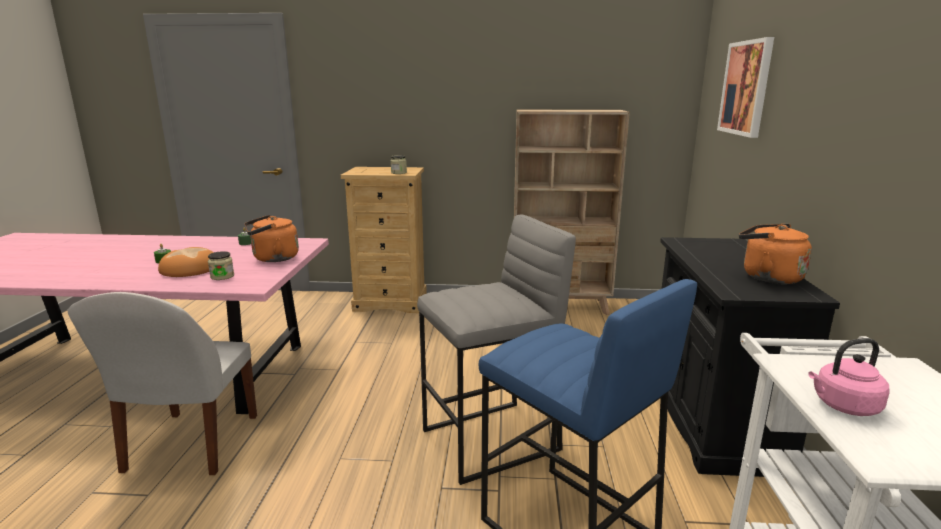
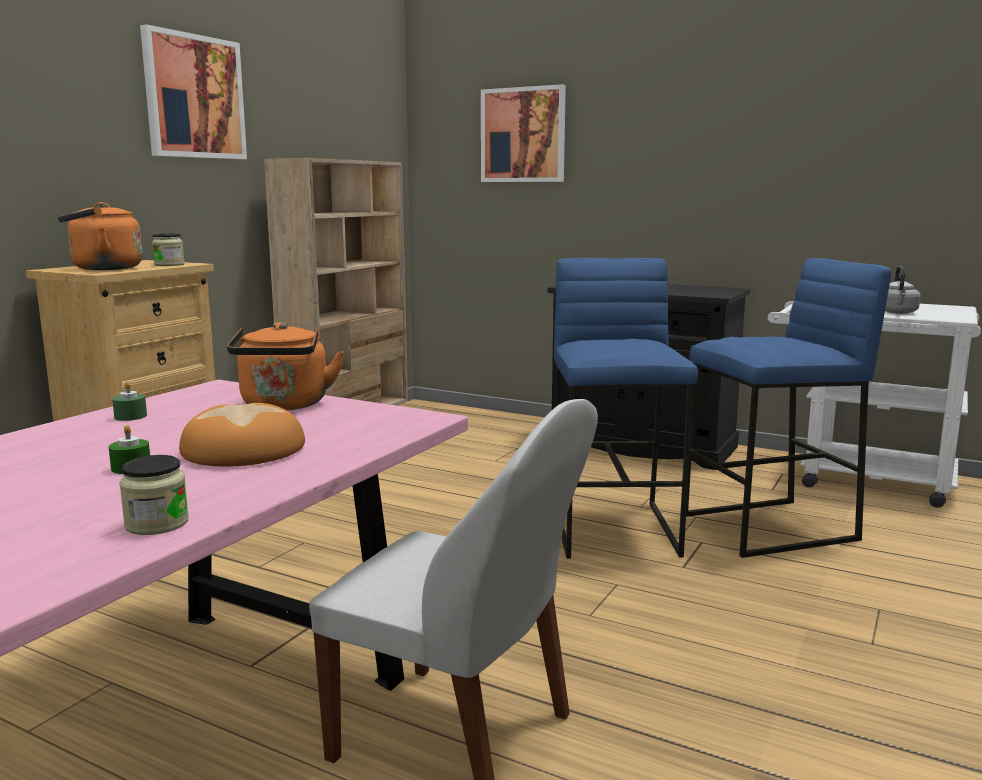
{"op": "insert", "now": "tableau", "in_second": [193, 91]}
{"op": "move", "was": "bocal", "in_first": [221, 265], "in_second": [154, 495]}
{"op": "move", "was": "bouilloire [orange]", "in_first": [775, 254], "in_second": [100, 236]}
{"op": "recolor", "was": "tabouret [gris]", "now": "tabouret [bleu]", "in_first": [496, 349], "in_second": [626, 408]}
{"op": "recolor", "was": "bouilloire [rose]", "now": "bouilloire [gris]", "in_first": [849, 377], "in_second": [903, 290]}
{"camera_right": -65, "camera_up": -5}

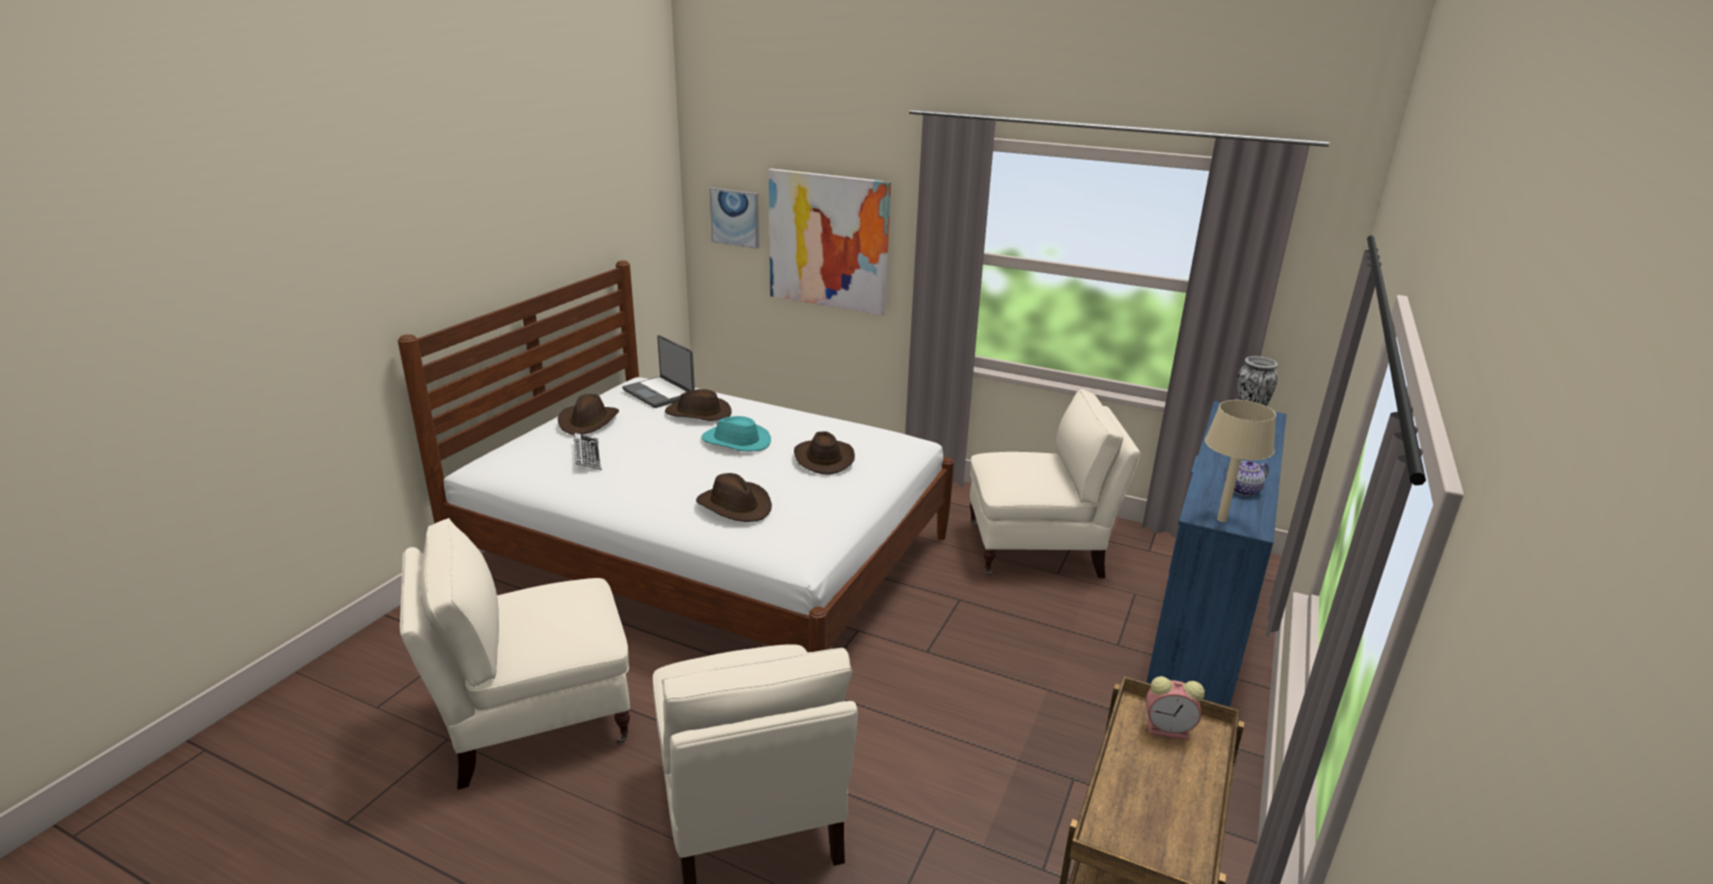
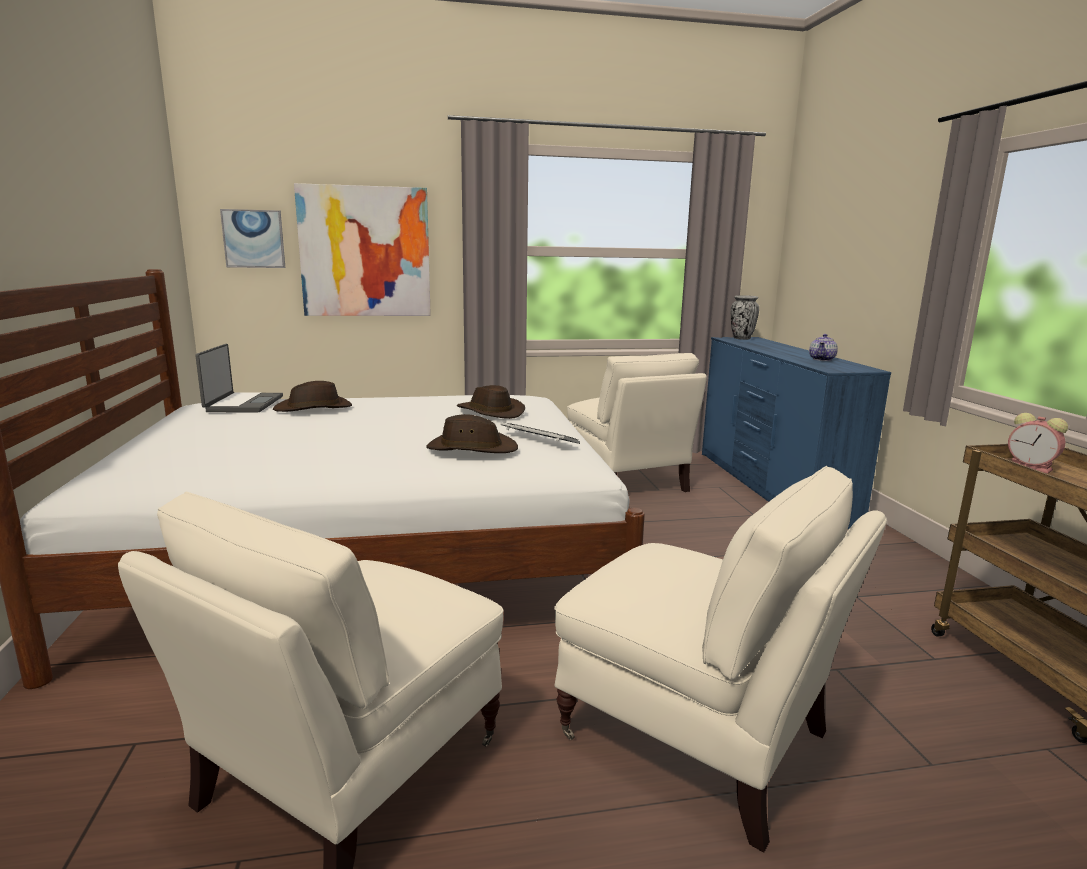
{"op": "delete", "was": "chapeau [marron]", "in_first": [588, 414]}
{"op": "delete", "was": "chapeau [turquoise]", "in_first": [736, 433]}
{"op": "delete", "was": "lampe de table [beige]", "in_first": [1240, 461]}
{"op": "move", "was": "clavier", "in_first": [588, 451], "in_second": [540, 433]}
{"op": "rotate", "was": "ordinateur portable", "in_first": [658, 371], "in_second": [239, 378], "clockwise": -105}
{"op": "rotate", "was": "fauteuil [beige]", "in_first": [1055, 483], "in_second": [637, 422], "clockwise": 105}
{"op": "rotate", "was": "réveil", "in_first": [1175, 708], "in_second": [1038, 443], "clockwise": 75}
{"camera_right": -35, "camera_up": -10}

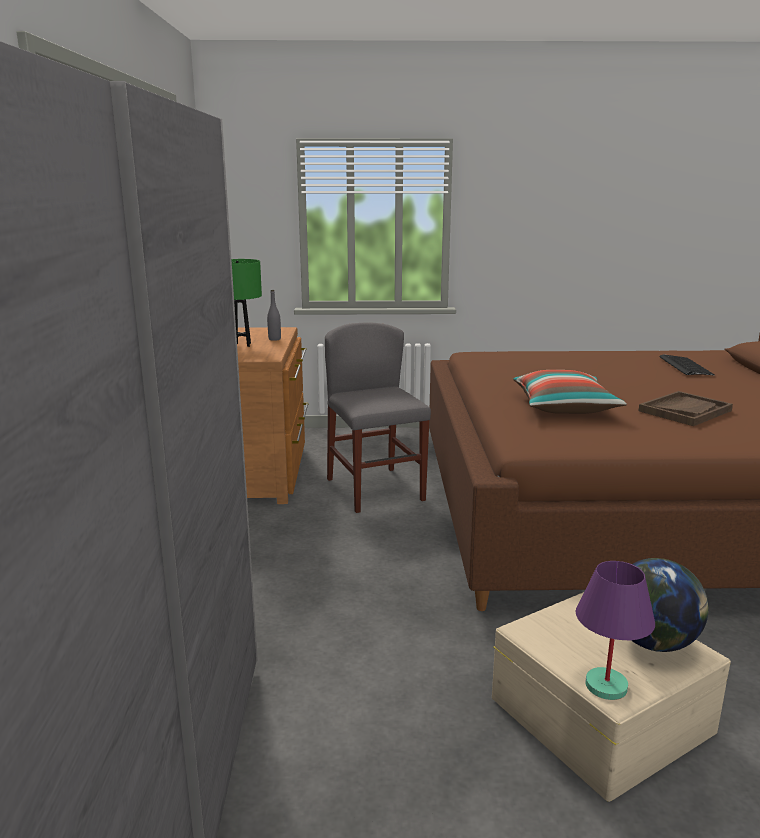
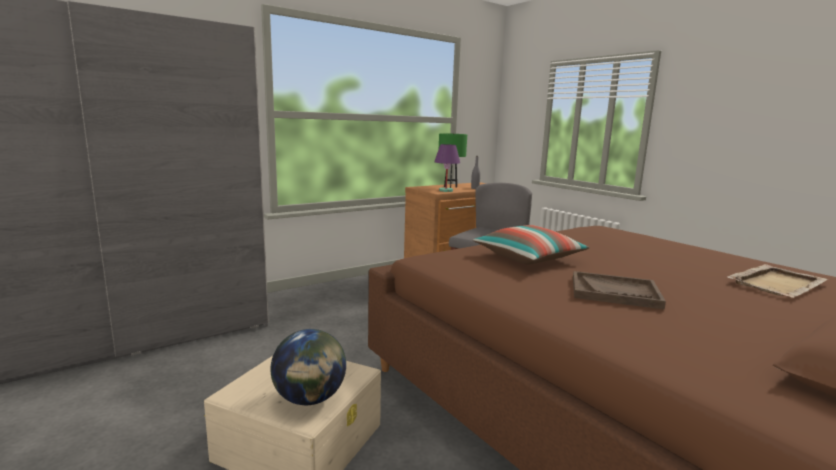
{"op": "move", "was": "lampe de table [violet]", "in_first": [615, 630], "in_second": [447, 168]}
{"op": "replace", "was": "clavier", "now": "plateau [beige]", "in_first": [687, 365], "in_second": [778, 281]}
{"camera_right": 55, "camera_up": -5}

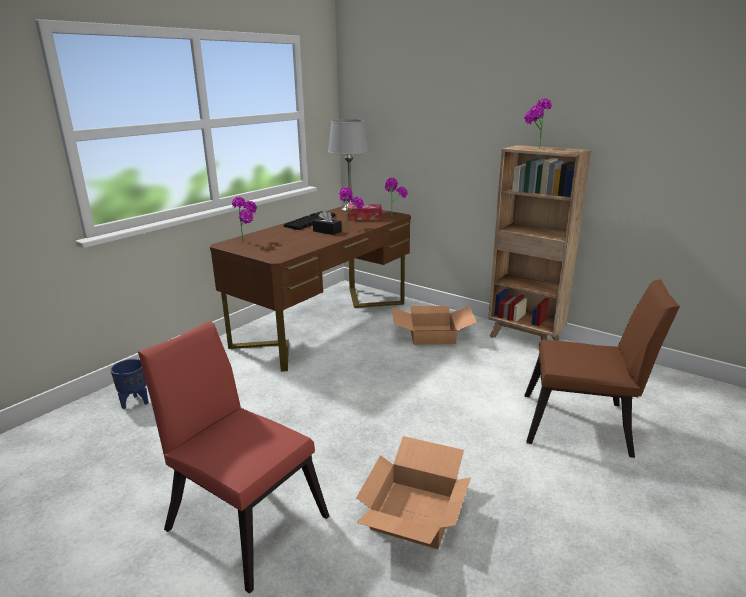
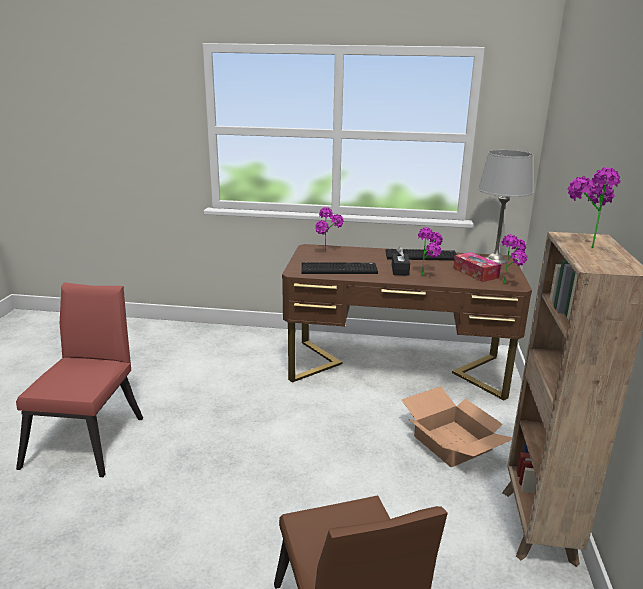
{"op": "delete", "was": "cache-pot [bleu]", "in_first": [130, 384]}
{"op": "delete", "was": "carton", "in_first": [413, 492]}
{"op": "insert", "now": "clavier", "in_second": [339, 268]}
{"camera_right": 60, "camera_up": 0}

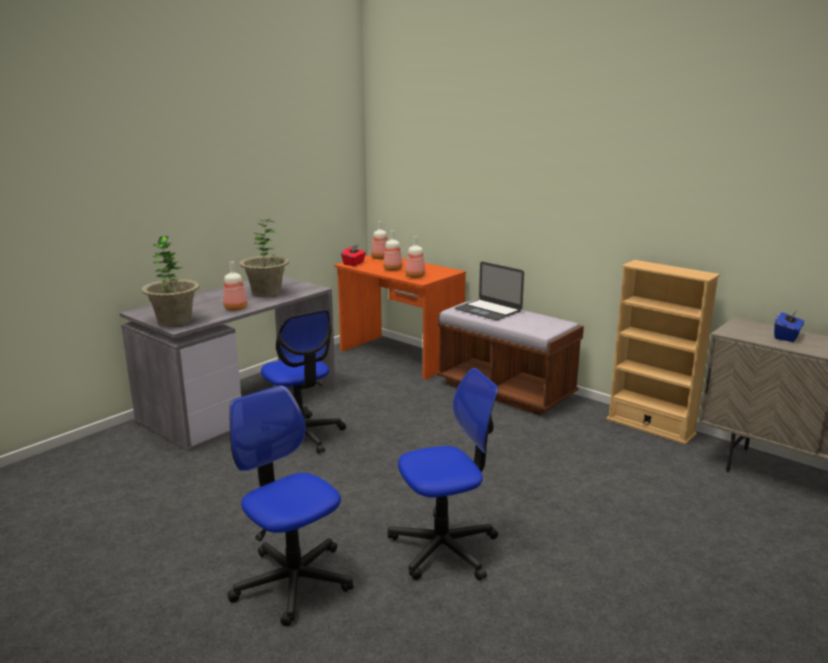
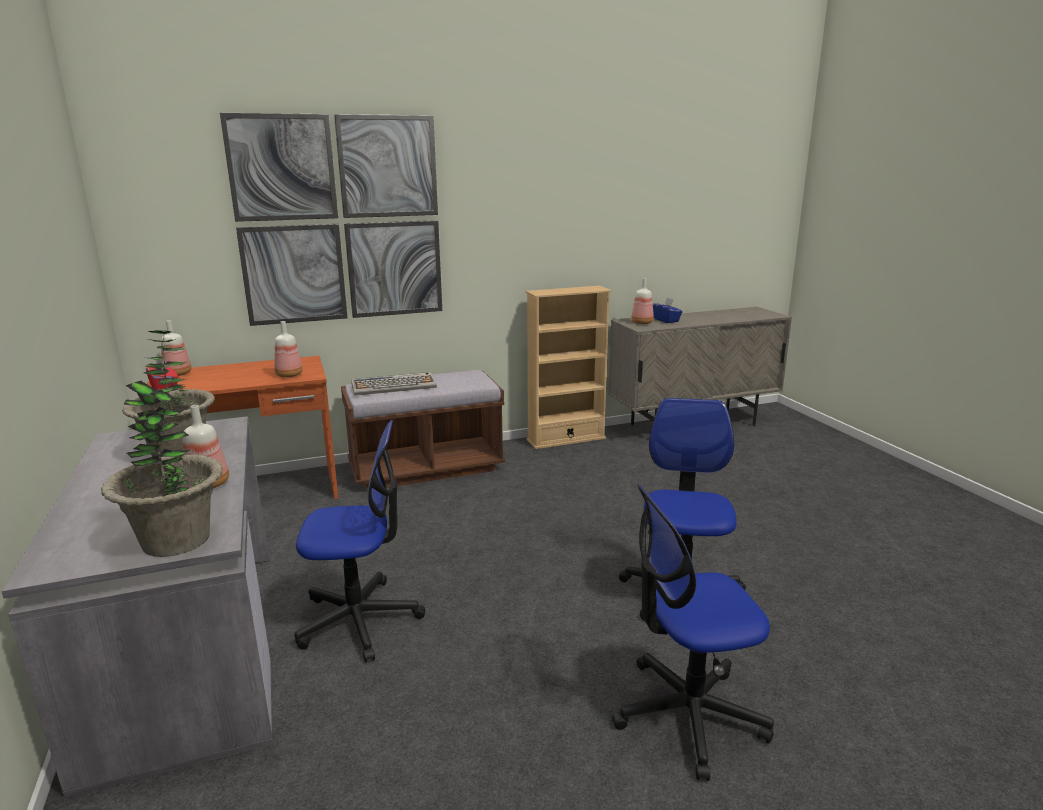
{"op": "insert", "now": "tableau", "in_second": [331, 219]}
{"op": "move", "was": "bouteille", "in_first": [393, 250], "in_second": [643, 301]}
{"op": "replace", "was": "ordinateur portable", "now": "clavier", "in_first": [489, 291], "in_second": [394, 384]}
{"camera_right": -60, "camera_up": 0}

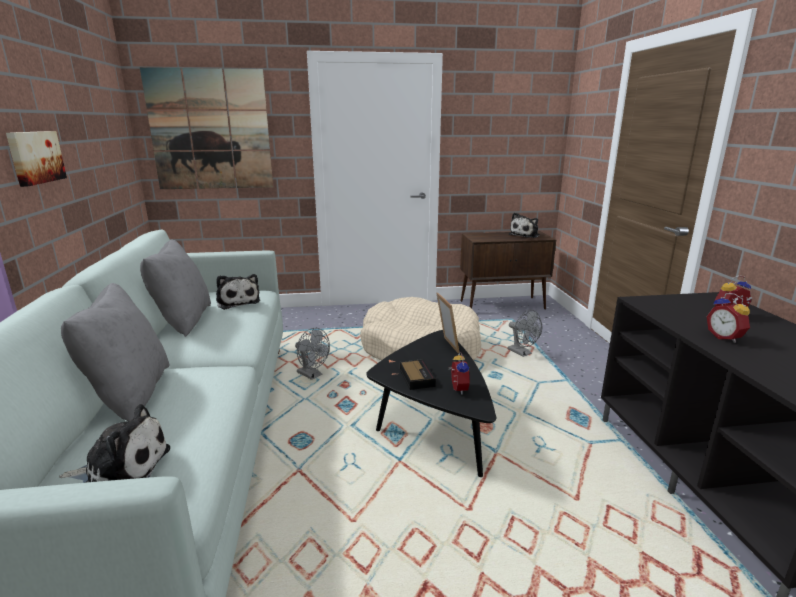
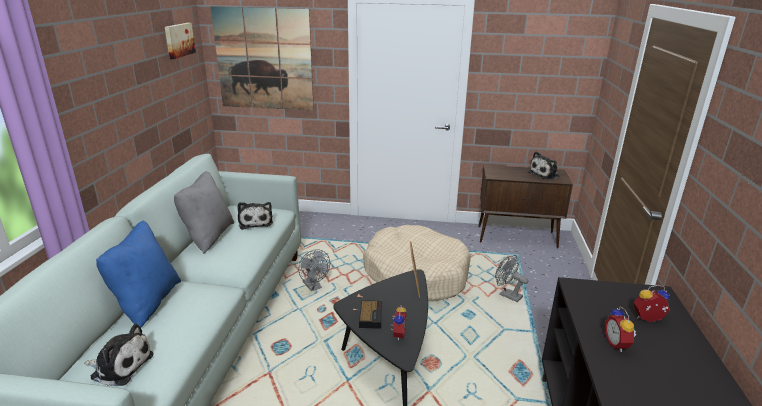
{"op": "move", "was": "tableau", "in_first": [36, 159], "in_second": [180, 41]}
{"op": "recolor", "was": "coussin [gris]", "now": "coussin [bleu]", "in_first": [115, 352], "in_second": [138, 274]}
{"op": "rotate", "was": "ventilateur [gris]", "in_first": [525, 333], "in_second": [511, 278], "clockwise": 150}
{"camera_right": 15, "camera_up": 5}

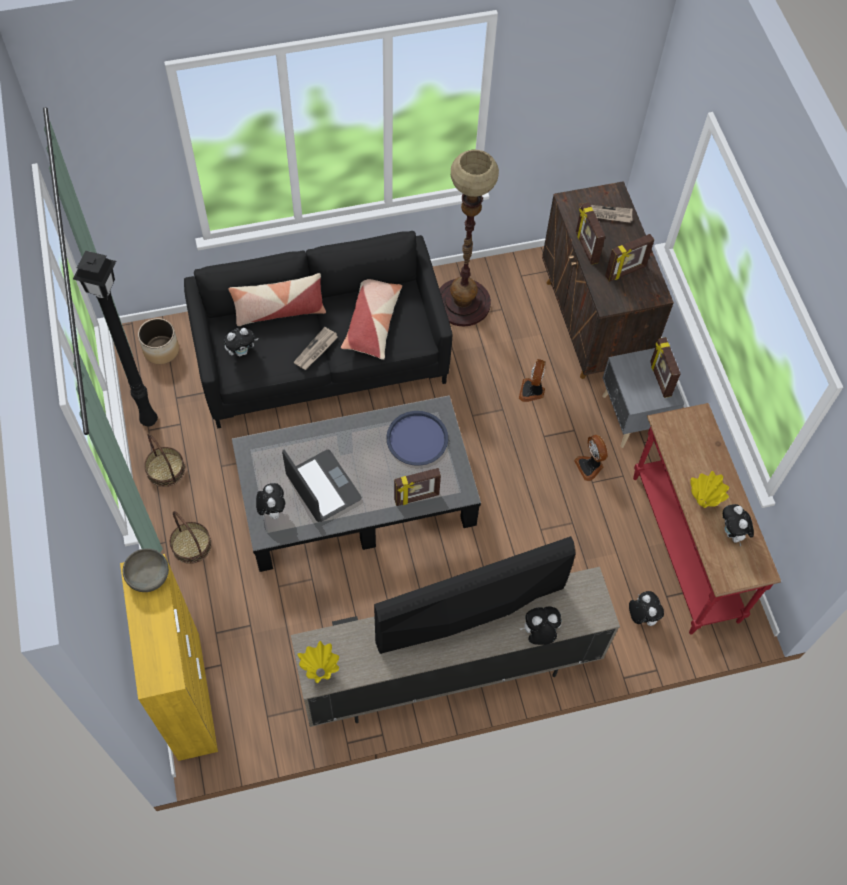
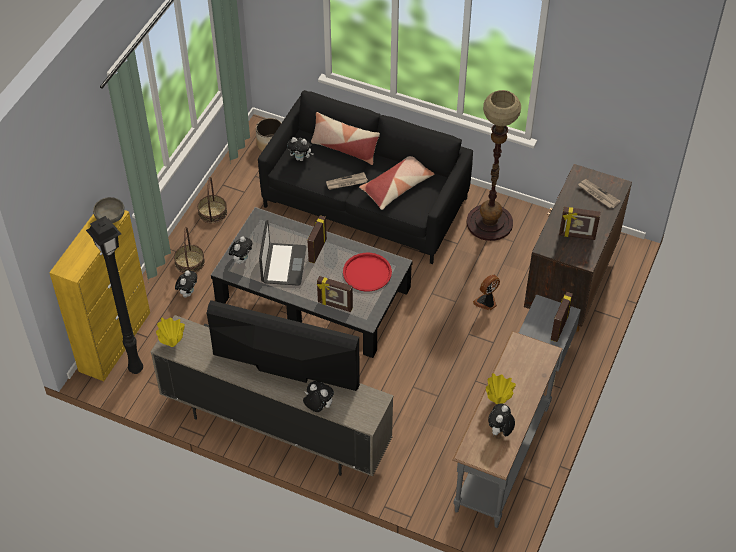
{"op": "delete", "was": "ventilateur", "in_first": [591, 458]}
{"op": "move", "was": "lampadaire [noir]", "in_first": [115, 339], "in_second": [114, 295]}
{"op": "move", "was": "cadre photo", "in_first": [590, 233], "in_second": [317, 239]}
{"op": "move", "was": "peluche", "in_first": [646, 608], "in_second": [186, 284]}
{"op": "recolor", "was": "plateau [bleu]", "now": "plateau [rouge]", "in_first": [417, 438], "in_second": [367, 272]}
{"op": "recolor", "was": "table console [rouge]", "now": "table console [gris]", "in_first": [707, 518], "in_second": [508, 429]}
{"camera_right": 40, "camera_up": -10}

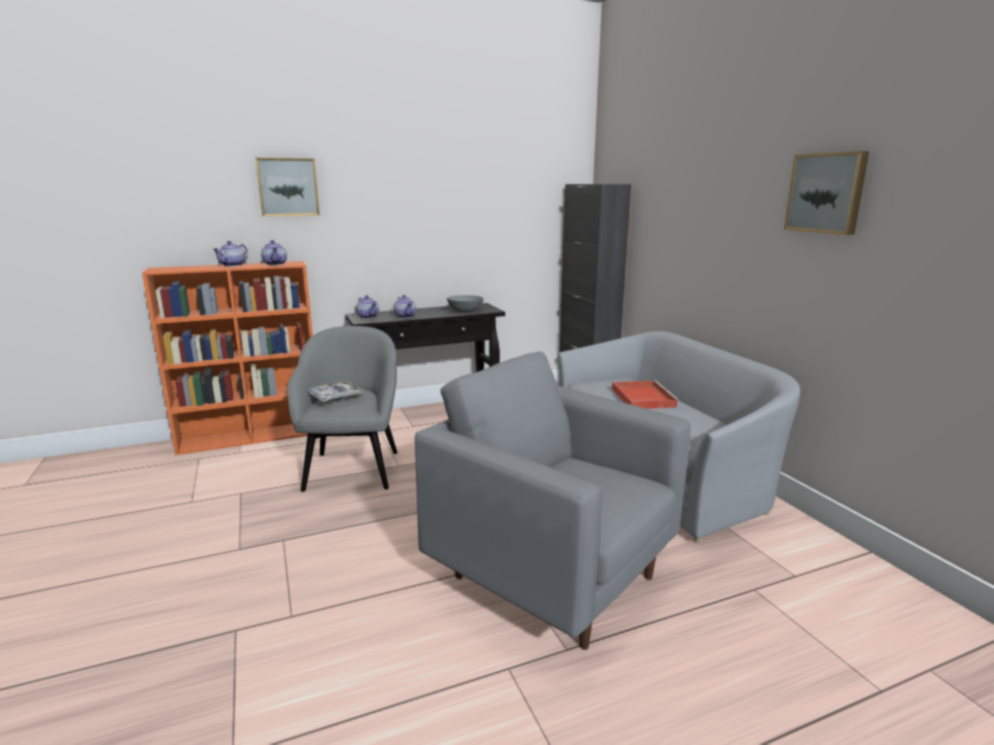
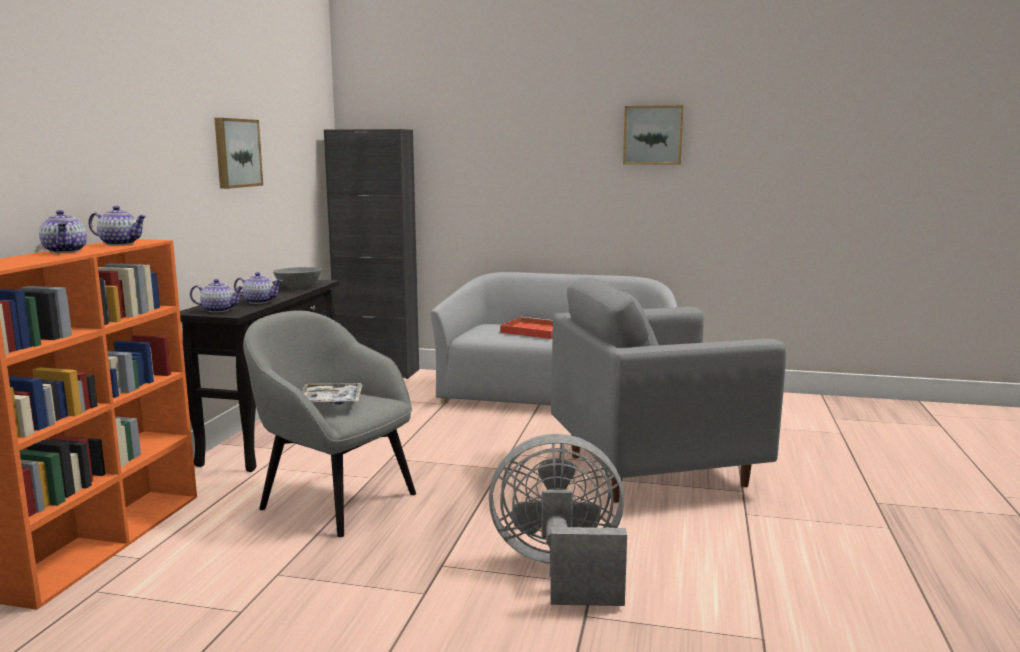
{"op": "insert", "now": "ventilateur [gris]", "in_second": [558, 520]}
{"op": "move", "was": "tableau", "in_first": [288, 187], "in_second": [238, 153]}
{"camera_right": -55, "camera_up": -5}

